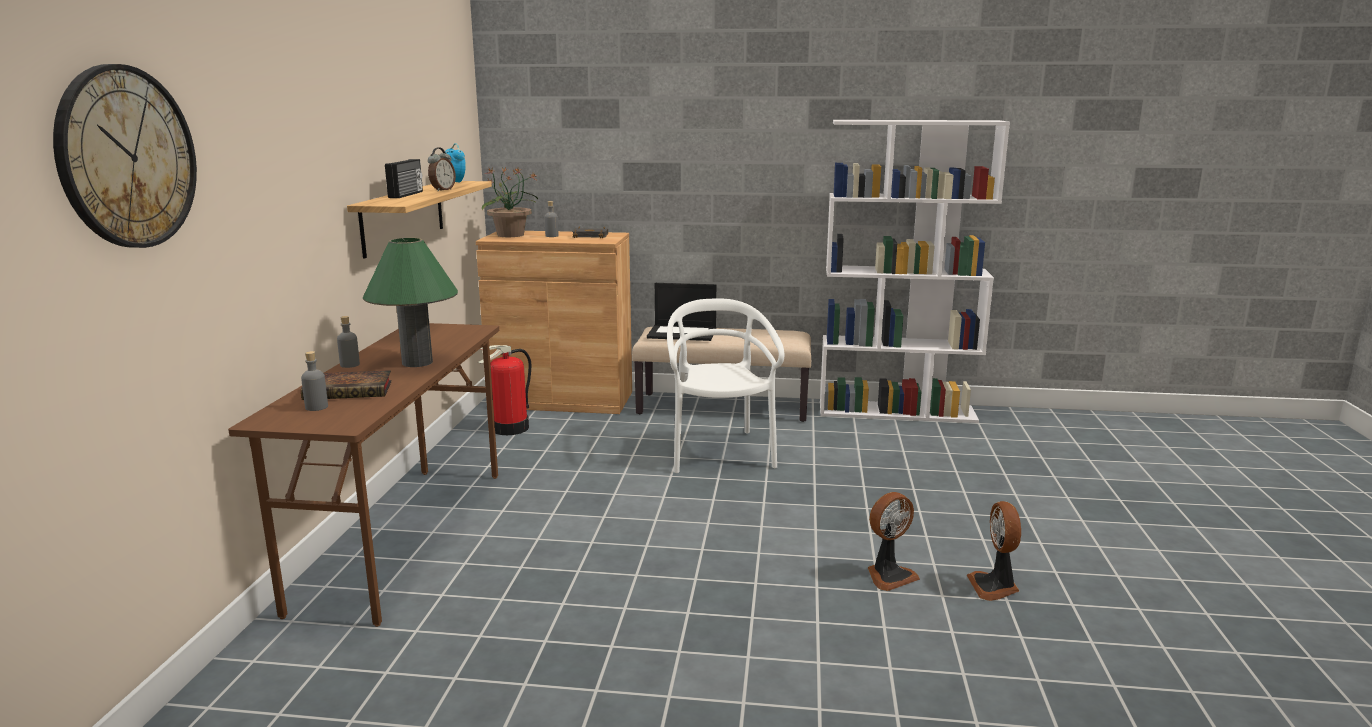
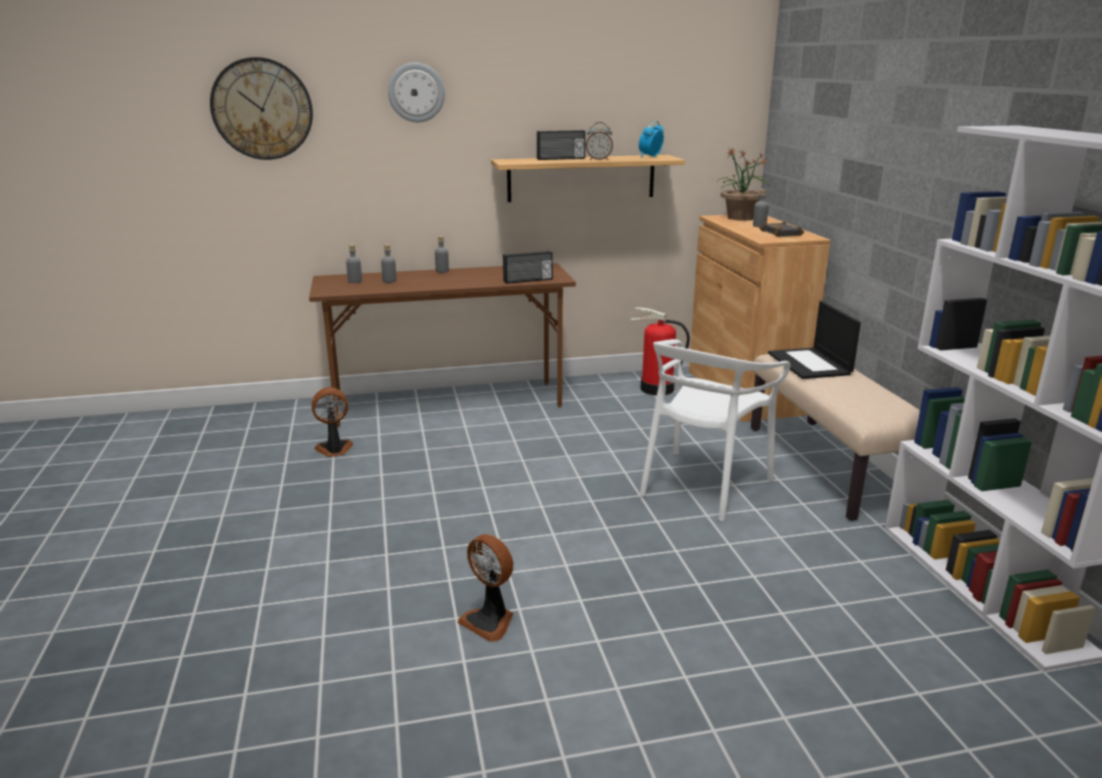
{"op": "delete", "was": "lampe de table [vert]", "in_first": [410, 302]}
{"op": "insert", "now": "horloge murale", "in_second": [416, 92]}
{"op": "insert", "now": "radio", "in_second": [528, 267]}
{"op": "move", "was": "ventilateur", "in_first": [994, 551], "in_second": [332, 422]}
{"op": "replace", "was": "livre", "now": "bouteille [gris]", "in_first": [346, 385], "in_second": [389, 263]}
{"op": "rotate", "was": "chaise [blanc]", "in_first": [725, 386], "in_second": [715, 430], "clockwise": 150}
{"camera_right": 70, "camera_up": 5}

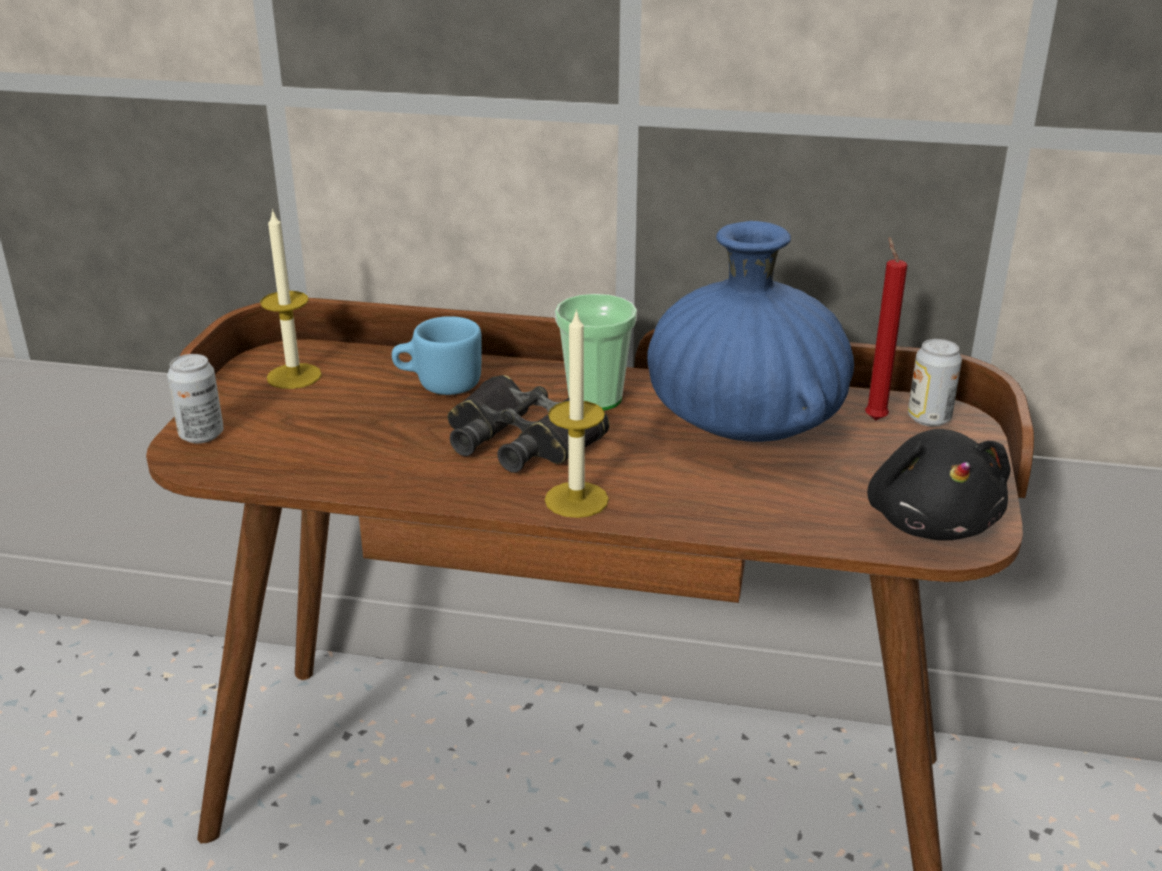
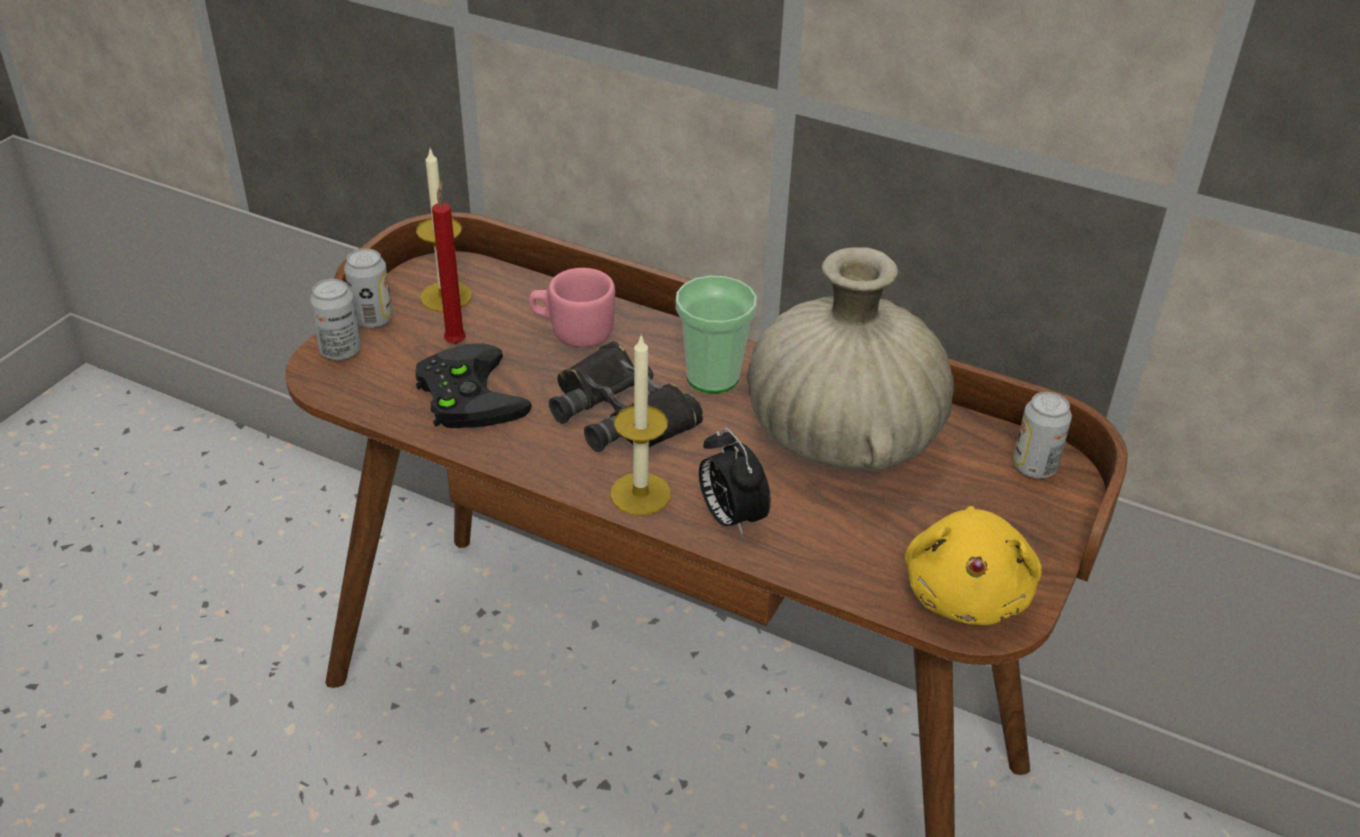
{"op": "insert", "now": "boîte métallique", "in_second": [368, 288]}
{"op": "insert", "now": "manette [noir]", "in_second": [474, 385]}
{"op": "insert", "now": "réveil", "in_second": [735, 482]}
{"op": "move", "was": "bougie [rouge]", "in_first": [886, 328], "in_second": [449, 262]}
{"op": "recolor", "was": "mug [bleu]", "now": "mug [rose]", "in_first": [437, 355], "in_second": [572, 308]}
{"op": "recolor", "was": "vase [bleu]", "now": "vase [beige]", "in_first": [750, 331], "in_second": [850, 359]}
{"op": "recolor", "was": "peluche [noir]", "now": "peluche [jaune]", "in_first": [939, 484], "in_second": [973, 565]}
{"camera_right": 15, "camera_up": 10}

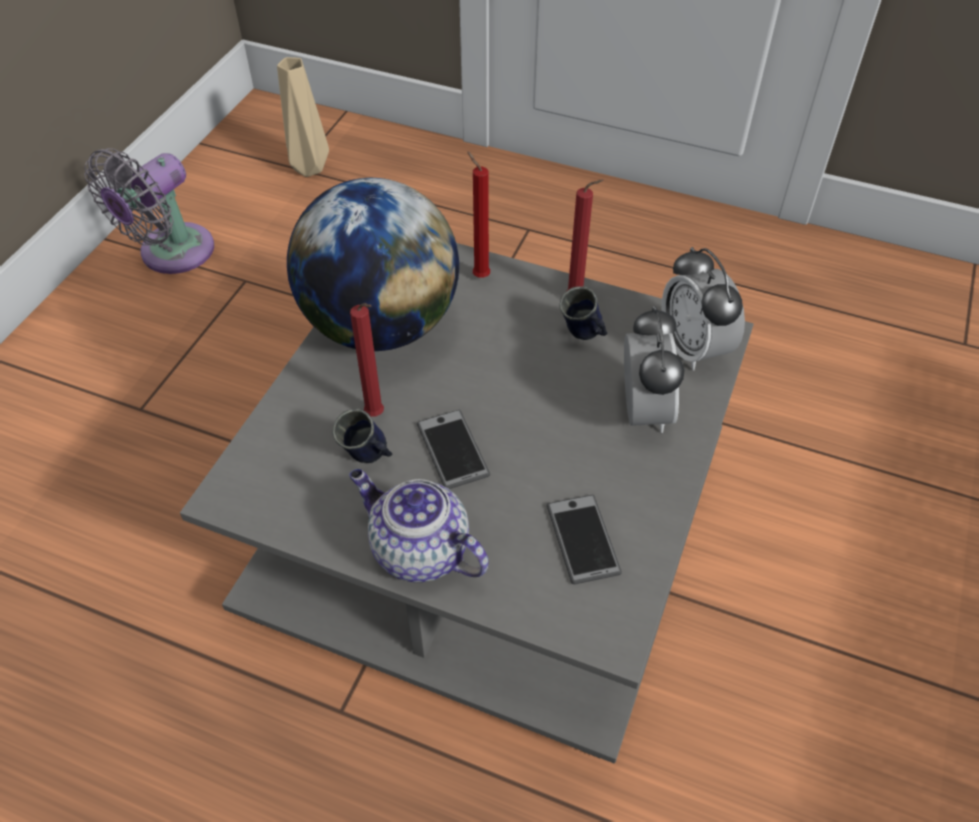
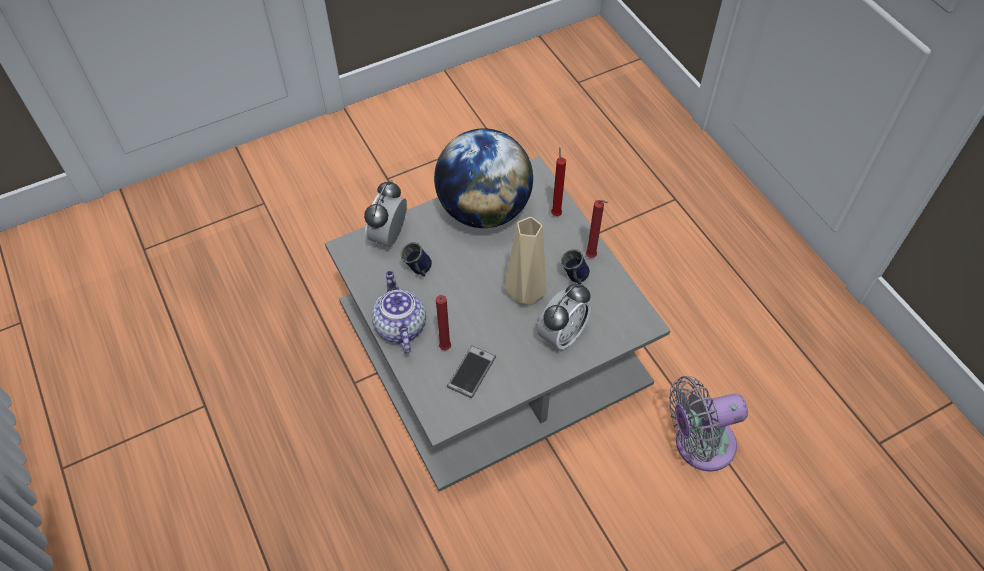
{"op": "delete", "was": "téléphone", "in_first": [453, 449]}
{"op": "move", "was": "ventilateur [gris]", "in_first": [149, 211], "in_second": [708, 424]}
{"op": "move", "was": "vase [beige]", "in_first": [303, 117], "in_second": [525, 261]}
{"op": "move", "was": "bougie [rouge]", "in_first": [367, 360], "in_second": [443, 322]}
{"op": "move", "was": "réveil", "in_first": [703, 309], "in_second": [385, 213]}
{"camera_right": 40, "camera_up": 5}

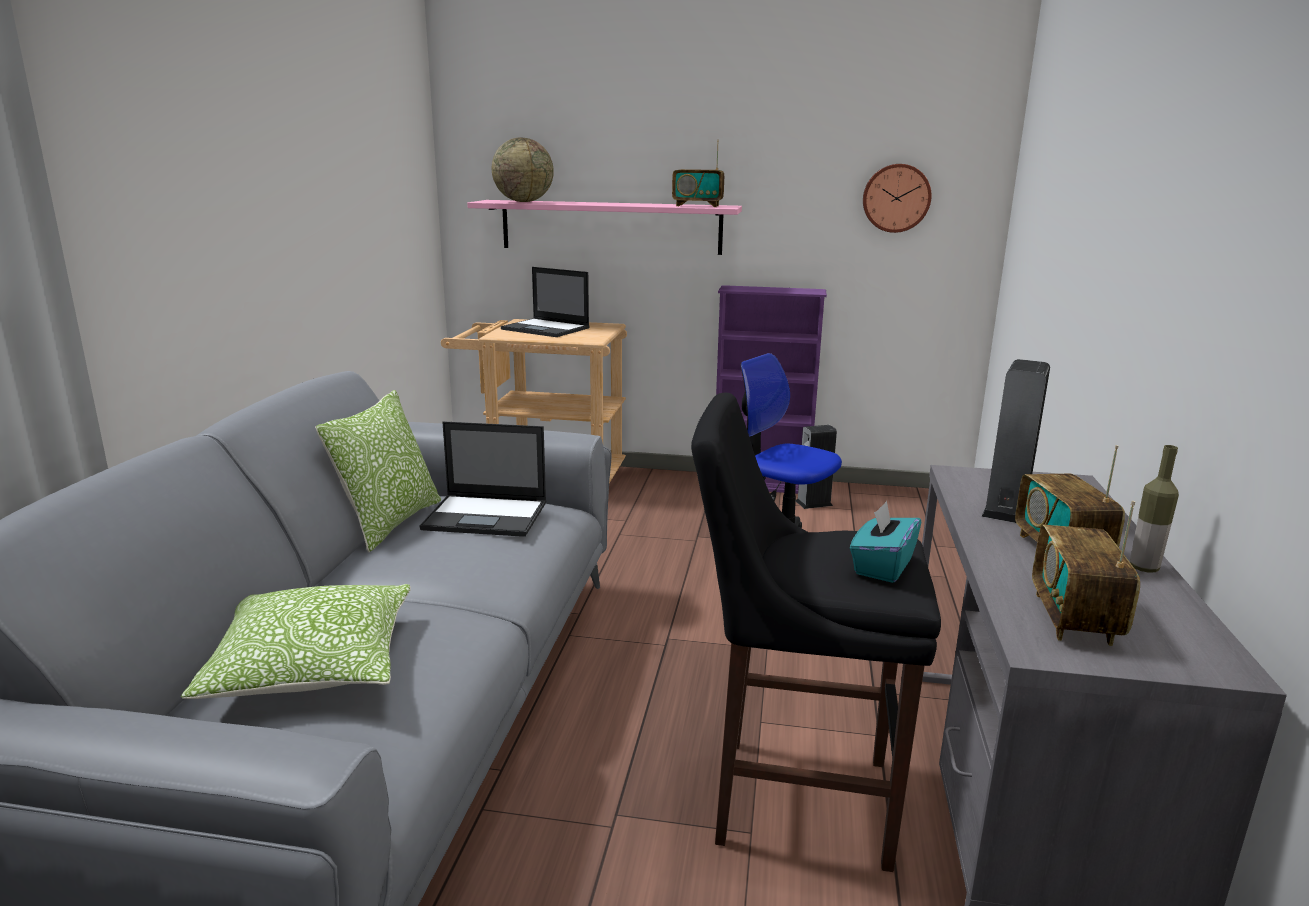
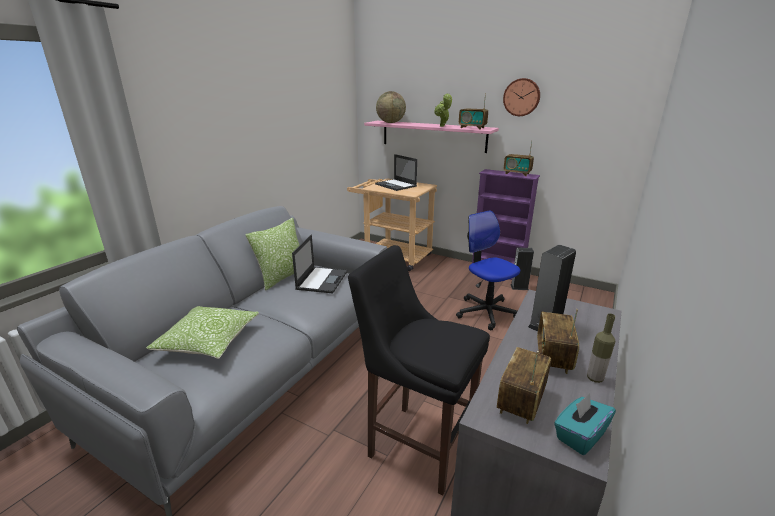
{"op": "insert", "now": "plante en pot", "in_second": [443, 110]}
{"op": "insert", "now": "radio", "in_second": [519, 158]}
{"op": "move", "was": "boîte à mouchoirs [turquoise]", "in_first": [885, 542], "in_second": [585, 424]}
{"op": "move", "was": "horloge murale", "in_first": [897, 198], "in_second": [521, 97]}
{"op": "rotate", "was": "ordinateur portable", "in_first": [482, 479], "in_second": [319, 264], "clockwise": -105}
{"camera_right": 20, "camera_up": 5}

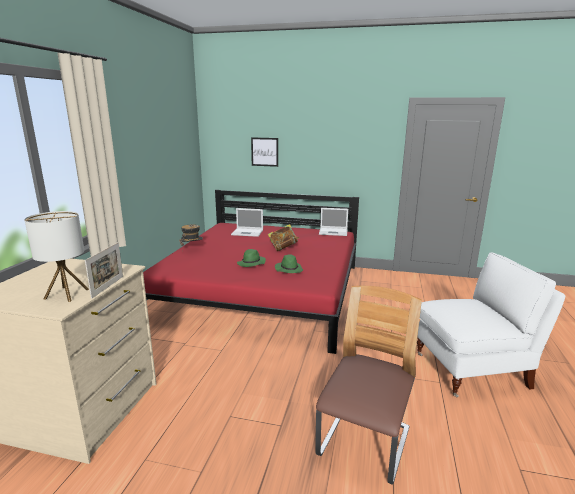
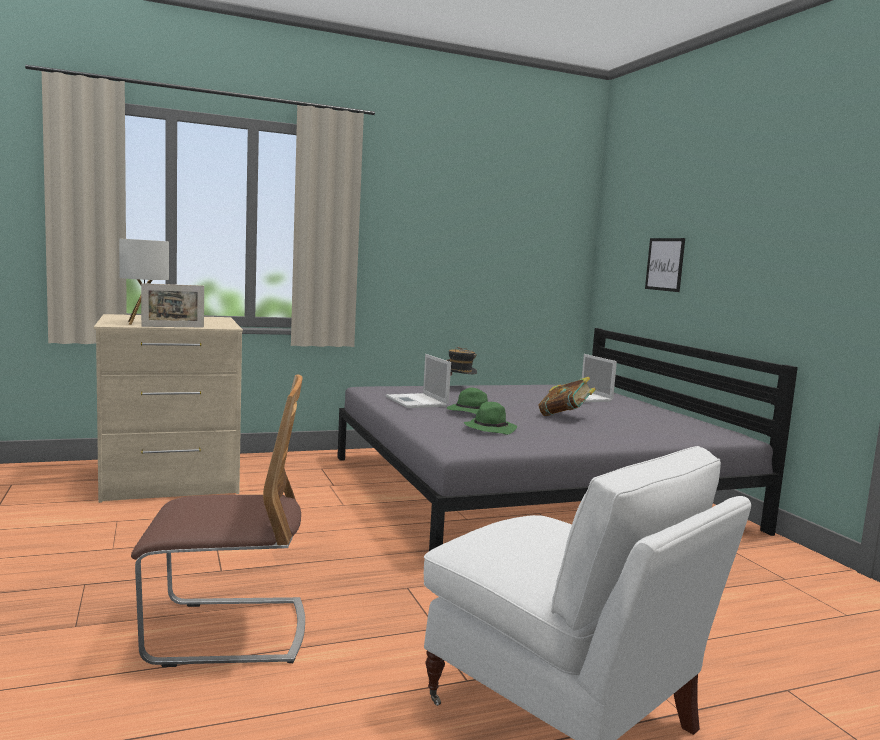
{"op": "move", "was": "ordinateur portable", "in_first": [333, 222], "in_second": [418, 381]}
{"op": "recolor", "was": "lit [rouge]", "now": "lit [gris]", "in_first": [251, 272], "in_second": [567, 439]}
{"camera_right": 55, "camera_up": -10}

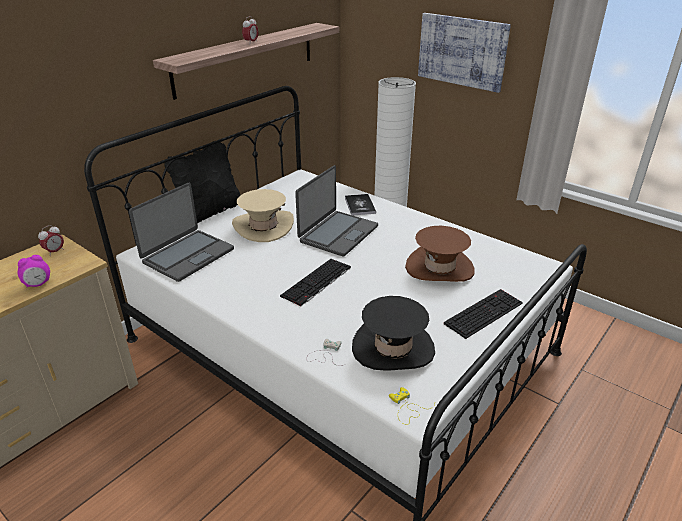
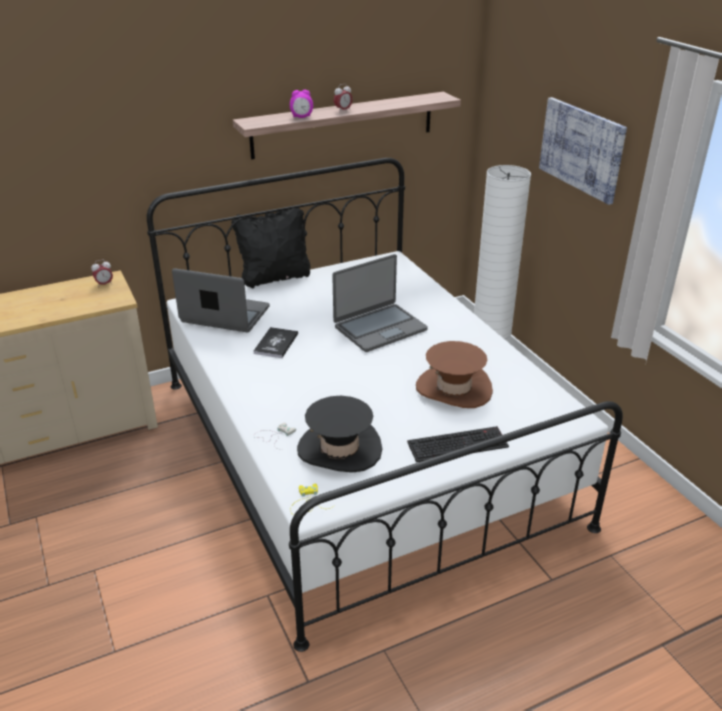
{"op": "delete", "was": "chapeau [beige]", "in_first": [263, 215]}
{"op": "delete", "was": "clavier", "in_first": [315, 283]}
{"op": "move", "was": "réveil", "in_first": [33, 271], "in_second": [301, 104]}
{"op": "move", "was": "livre", "in_first": [360, 205], "in_second": [275, 342]}
{"op": "rotate", "was": "ordinateur portable", "in_first": [181, 232], "in_second": [221, 300], "clockwise": -135}
{"camera_right": 25, "camera_up": 0}

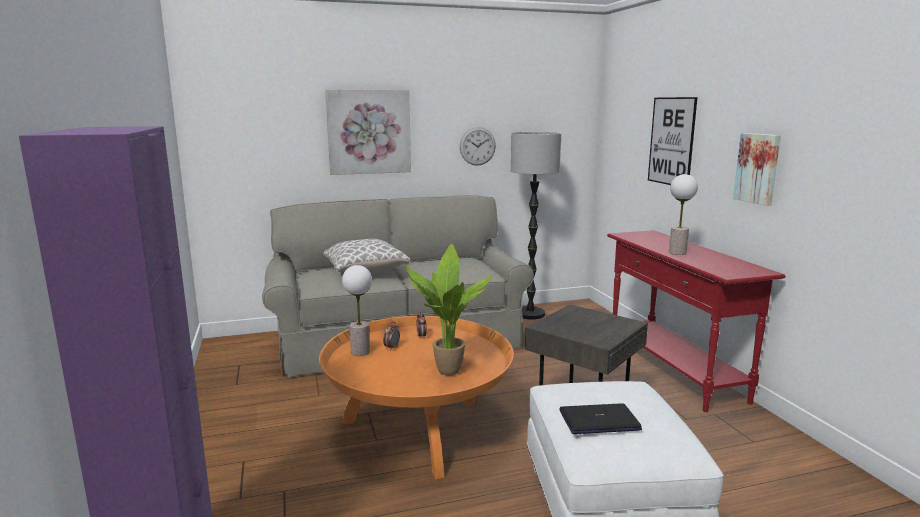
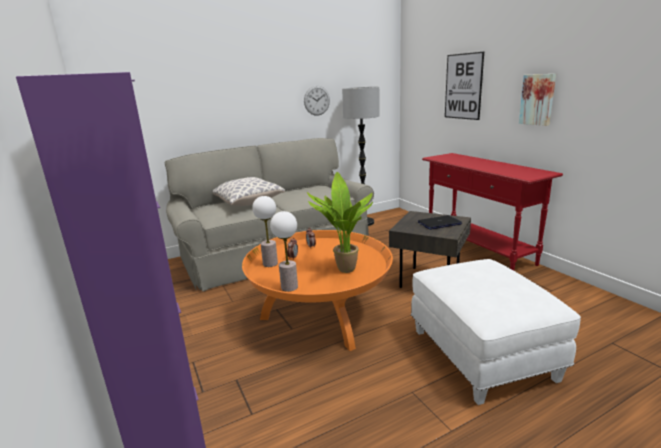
{"op": "delete", "was": "tableau", "in_first": [368, 132]}
{"op": "move", "was": "ordinateur portable", "in_first": [600, 418], "in_second": [440, 222]}
{"op": "move", "was": "lampe de table", "in_first": [683, 214], "in_second": [284, 251]}
{"camera_right": -10, "camera_up": 5}

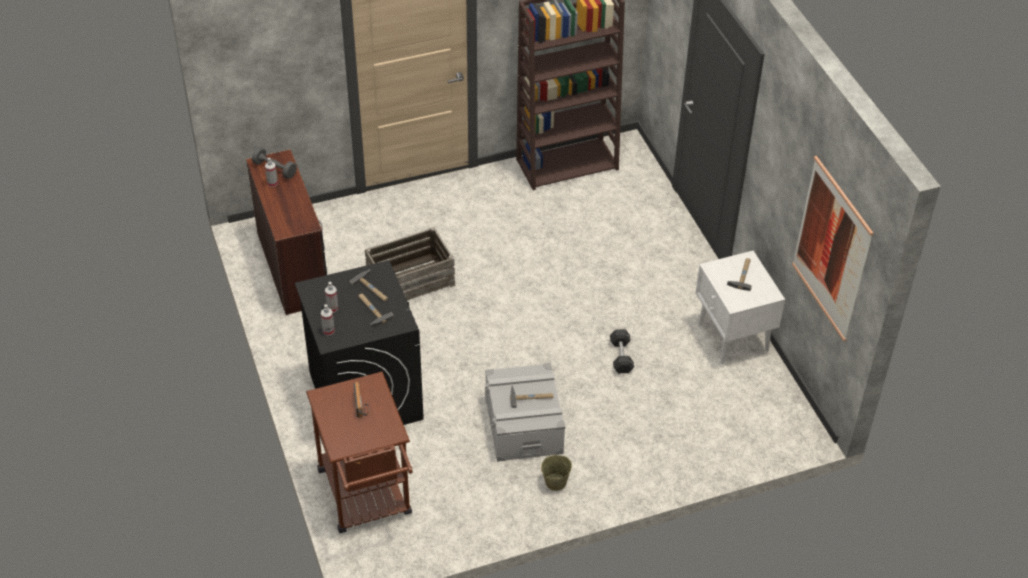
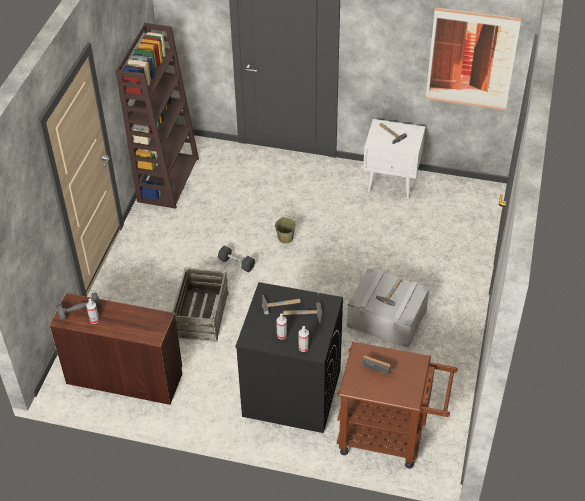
{"op": "move", "was": "seau [beige]", "in_first": [556, 473], "in_second": [285, 230]}
{"op": "move", "was": "haltère [noir]", "in_first": [622, 351], "in_second": [236, 259]}
{"camera_right": -55, "camera_up": 0}

